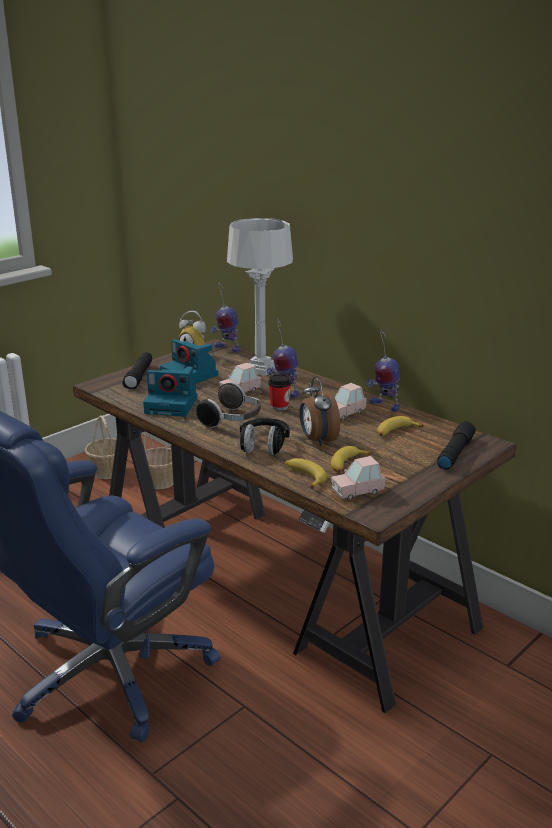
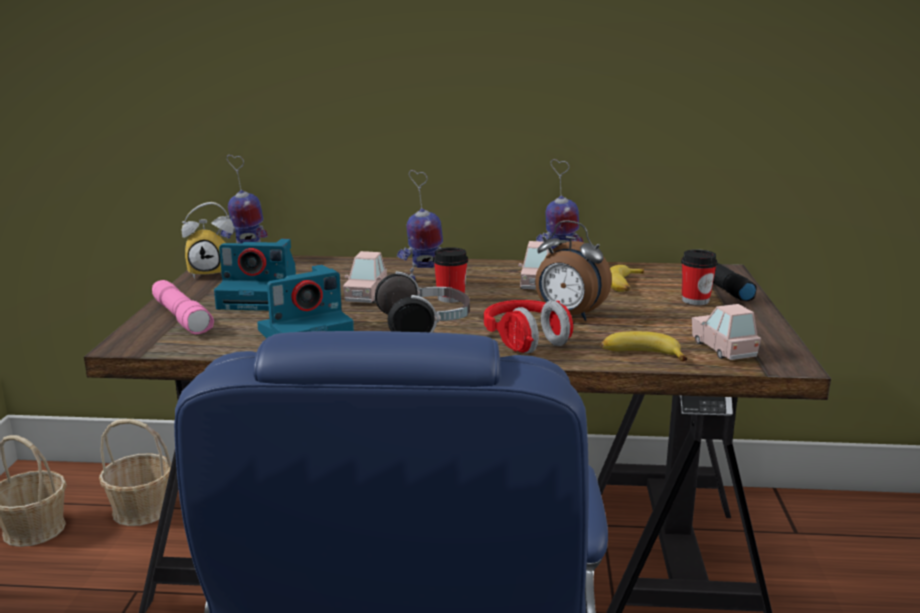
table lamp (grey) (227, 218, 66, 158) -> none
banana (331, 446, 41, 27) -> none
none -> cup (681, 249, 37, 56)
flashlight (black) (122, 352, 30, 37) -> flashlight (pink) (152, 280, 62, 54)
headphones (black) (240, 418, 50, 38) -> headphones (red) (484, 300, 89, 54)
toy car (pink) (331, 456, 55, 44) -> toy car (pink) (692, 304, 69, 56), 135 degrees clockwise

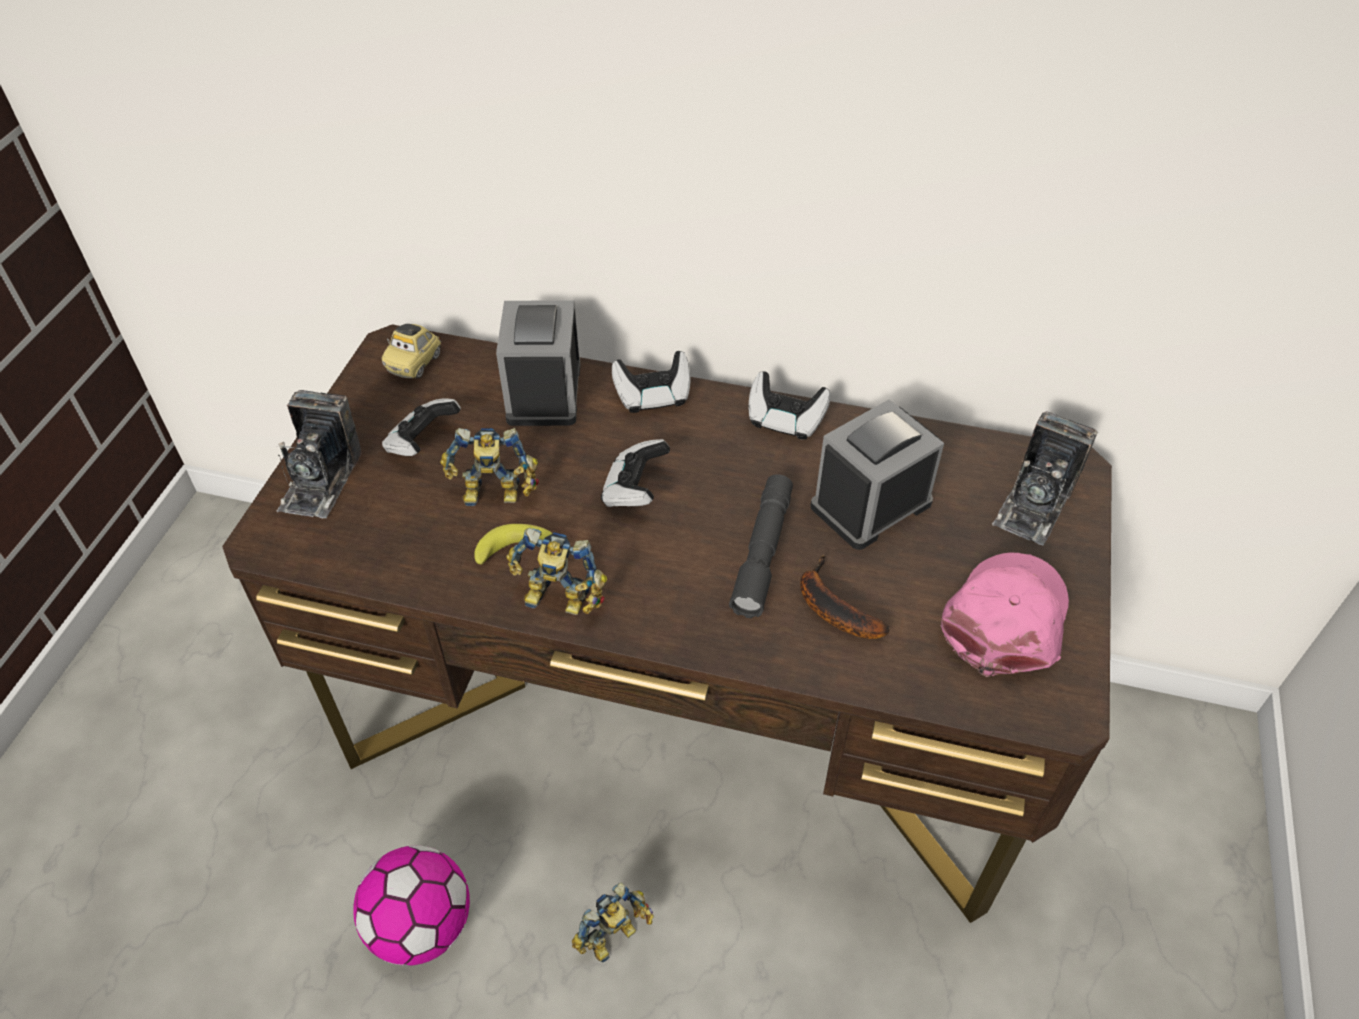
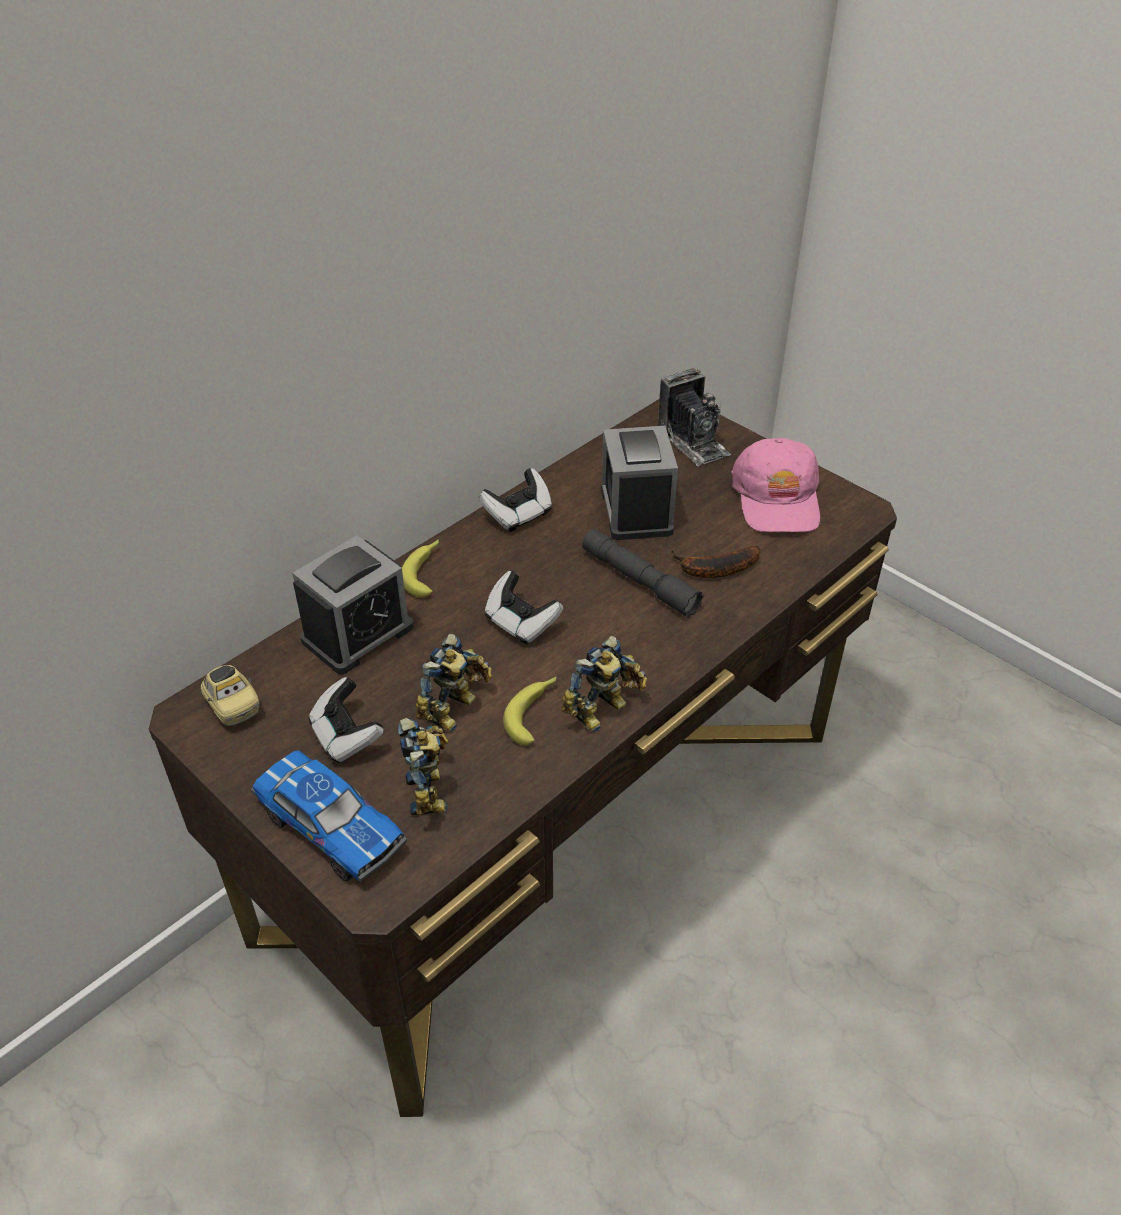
football (353, 846, 117, 120) -> none
toy robot (572, 882, 82, 81) -> toy robot (398, 718, 50, 98), shifted
photo camera (276, 390, 86, 128) -> toy car (251, 751, 156, 131)
game controller (612, 351, 79, 62) -> banana (402, 540, 37, 57)
alarm clock (496, 300, 84, 126) -> alarm clock (292, 535, 122, 139), 75 degrees counterclockwise
cap (pink) (940, 553, 129, 124) -> cap (pink) (731, 438, 89, 94), 150 degrees counterclockwise

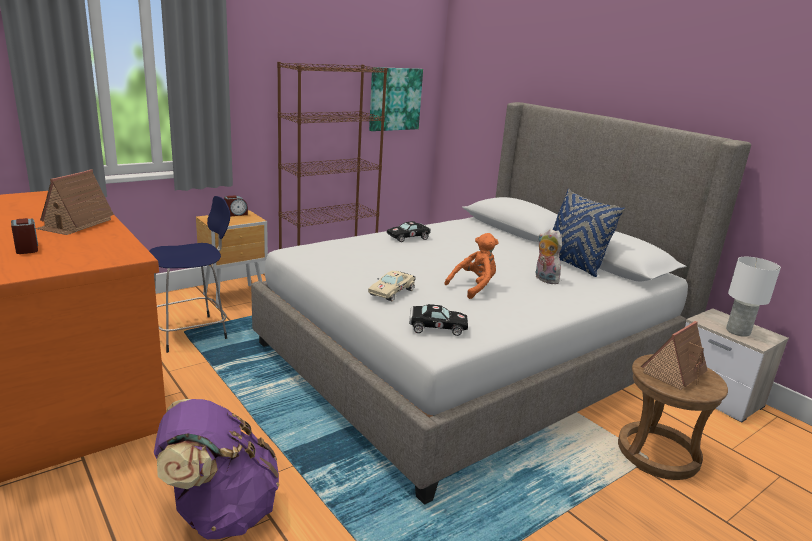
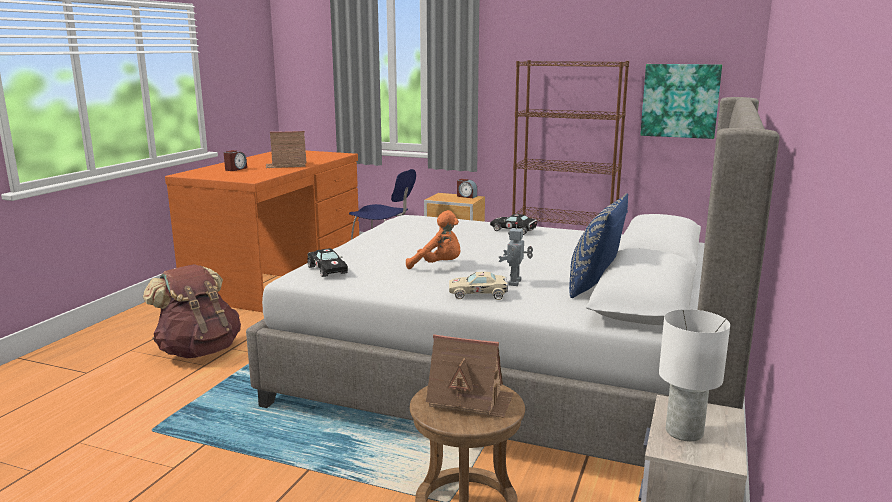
toy car (beige) (368, 271, 48, 30) -> toy car (beige) (449, 272, 59, 28), shifted
plush toy (535, 229, 27, 55) -> toy robot (498, 222, 35, 64)
backpack (purple) (154, 399, 125, 140) -> backpack (brown) (143, 264, 98, 94)

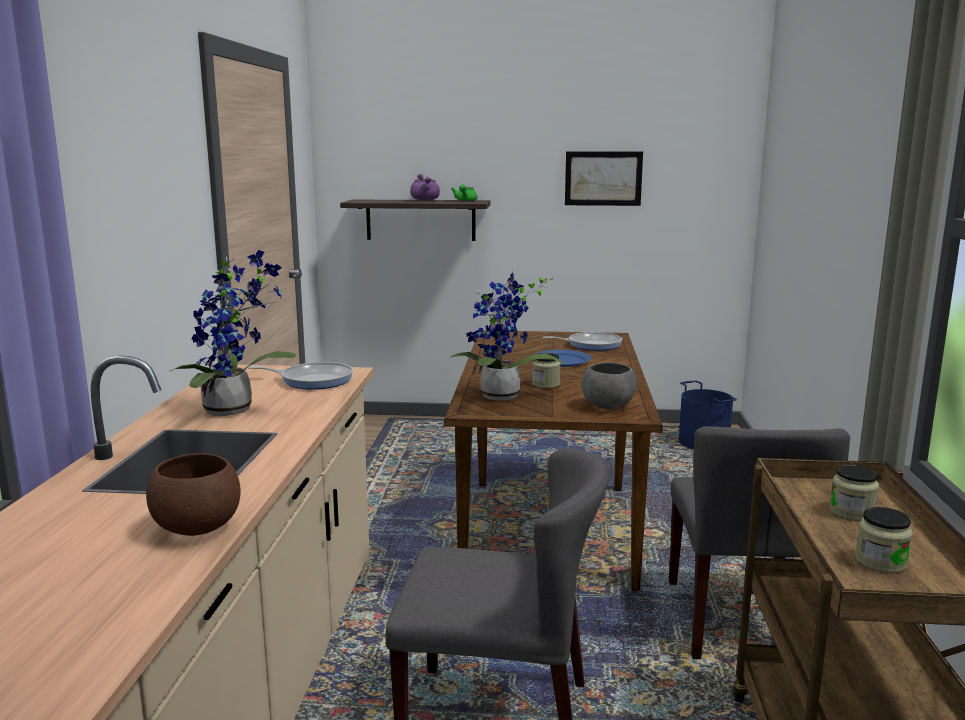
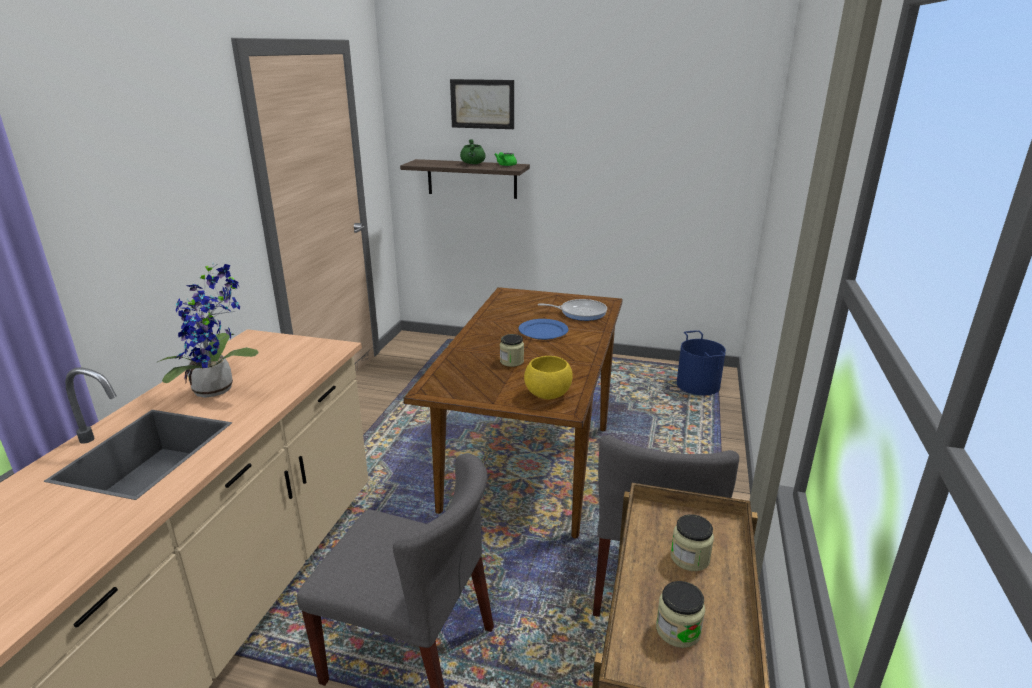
bowl (brown) (146, 453, 95, 83) -> none
frying pan (248, 362, 105, 28) -> none
potted plant (451, 272, 114, 129) -> none
picture (565, 151, 78, 55) -> picture (450, 79, 64, 50), shifted
cooking pot (purple) (410, 174, 30, 27) -> cooking pot (green) (460, 139, 26, 25)
bowl (grey) (581, 362, 56, 48) -> bowl (yellow) (524, 356, 49, 43)

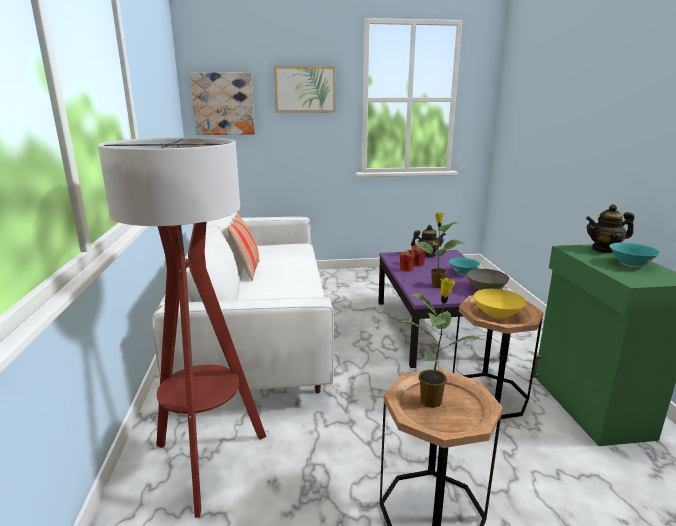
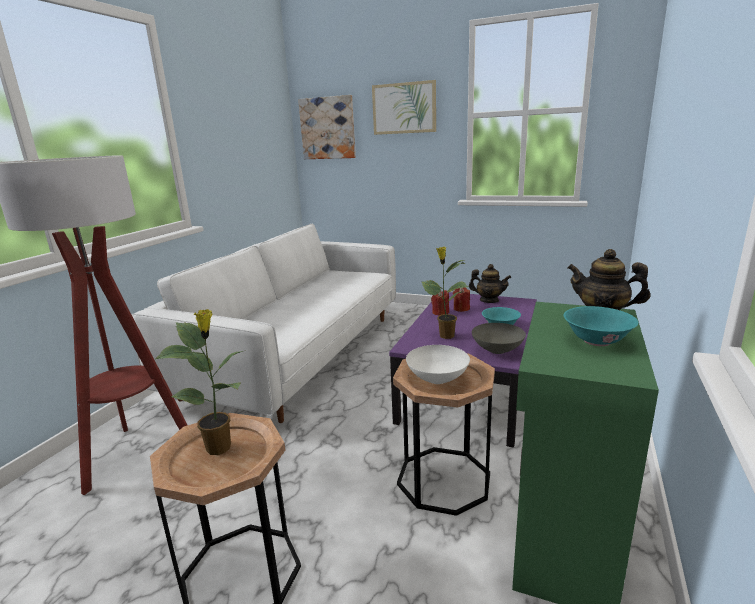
pillow (227, 212, 33, 69) -> none
bowl (yellow) (474, 289, 52, 30) -> bowl (white) (406, 345, 64, 39)

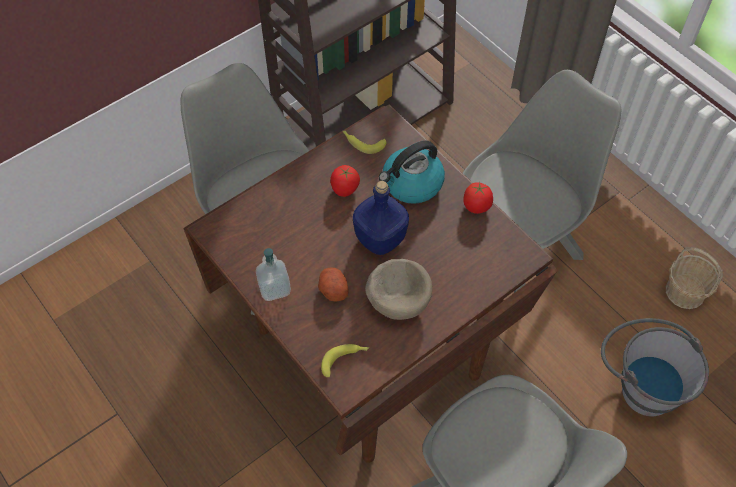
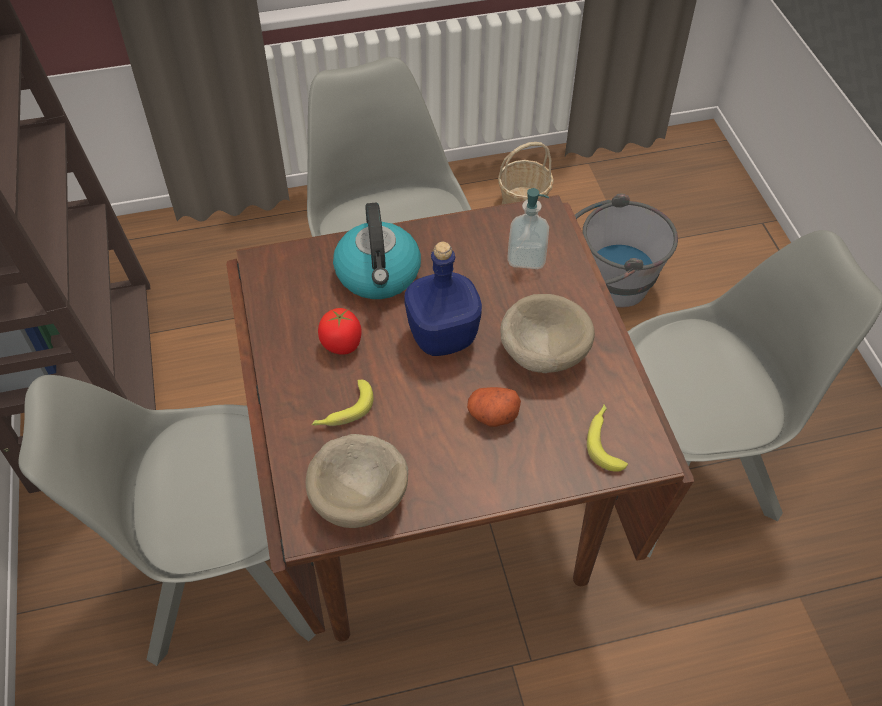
tomato (463, 182, 30, 32) -> none
none -> bowl (beige) (306, 434, 102, 94)
soap dispenser (256, 248, 35, 53) -> soap dispenser (507, 188, 42, 81), shifted
banana (343, 131, 43, 23) -> banana (312, 380, 62, 46), shifted

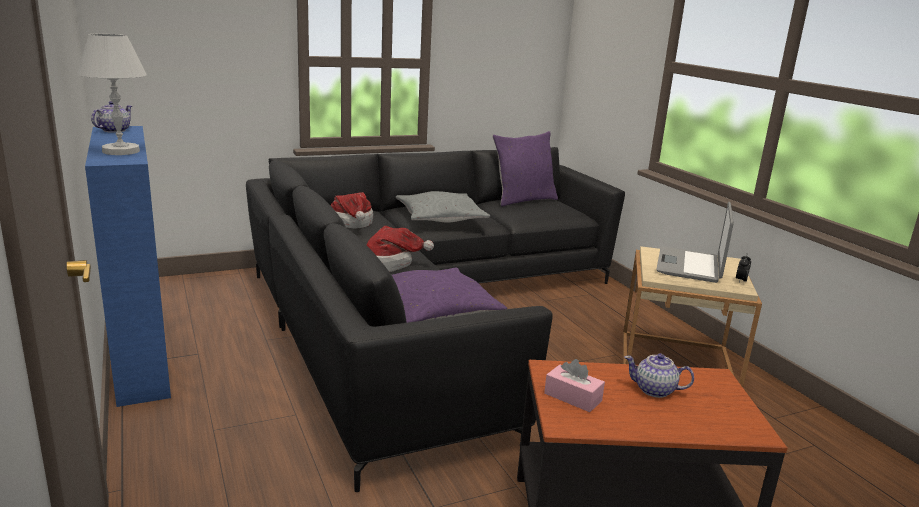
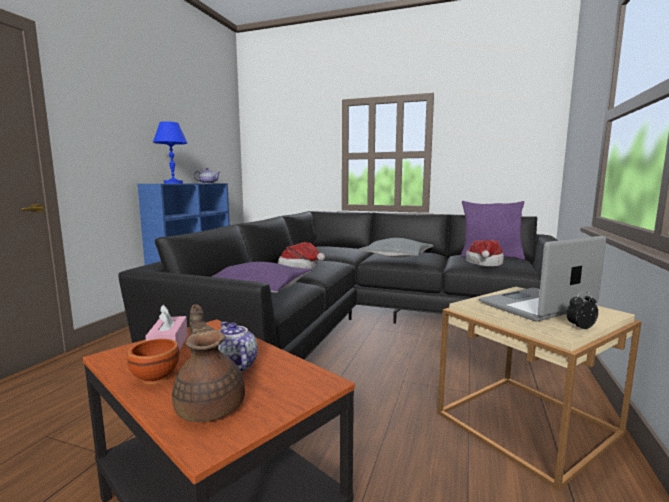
none -> bowl (brown) (127, 339, 53, 45)
none -> teapot (brown) (172, 304, 73, 118)
hat (330, 192, 43, 37) -> hat (466, 240, 38, 27), shifted
table lamp (white) (77, 34, 70, 121) -> table lamp (blue) (153, 121, 35, 62)

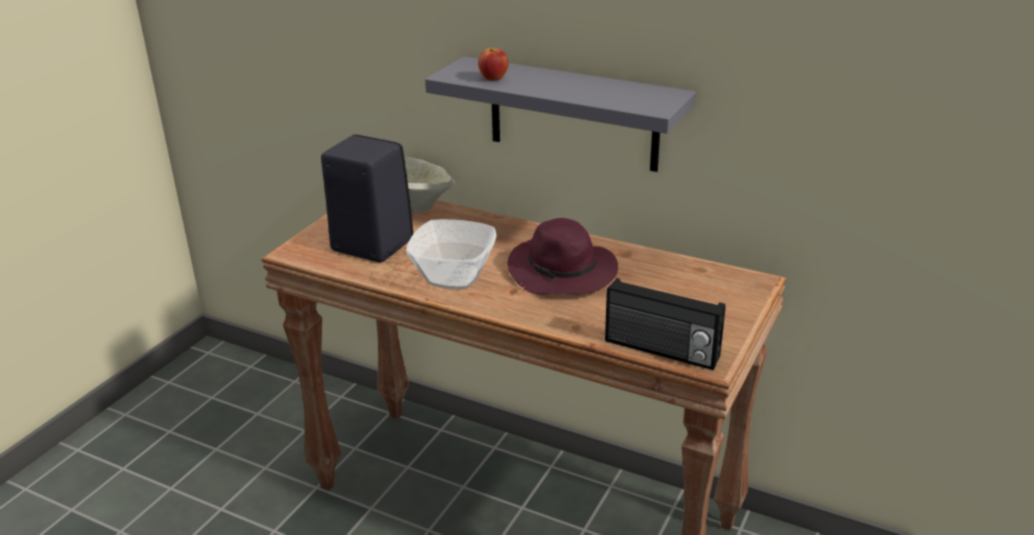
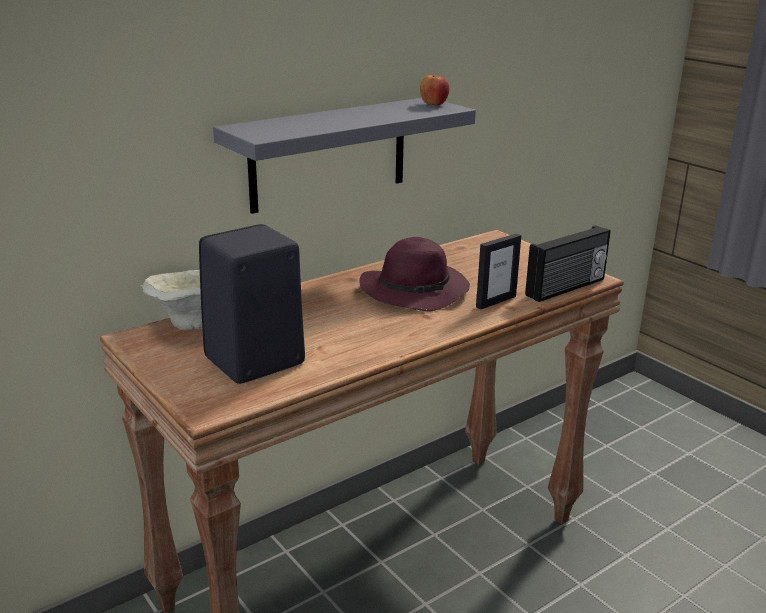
bowl (406, 219, 91, 71) -> none
none -> picture frame (476, 234, 45, 75)
apple (478, 48, 30, 33) -> apple (420, 75, 29, 30), shifted

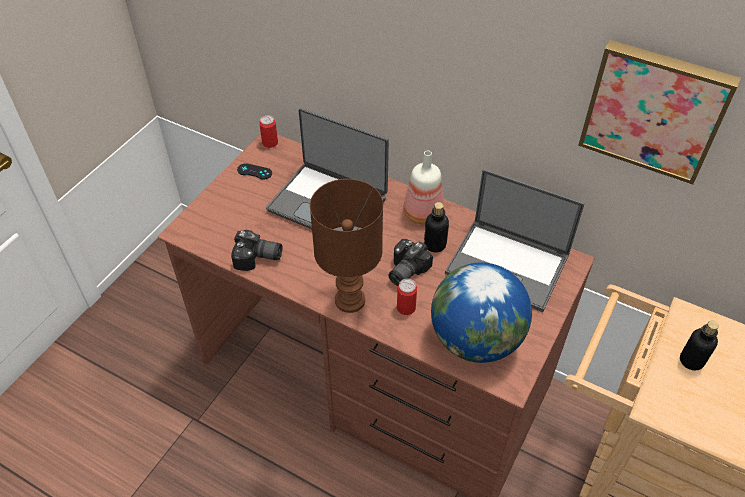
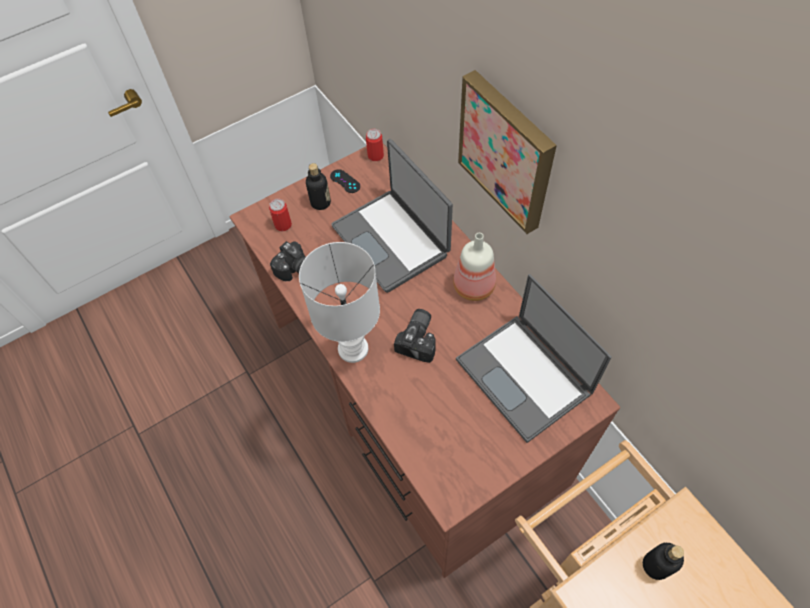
globe (431, 262, 101, 101) -> none
can (397, 279, 20, 36) -> can (269, 199, 23, 33), shifted
bottle (424, 202, 25, 51) -> bottle (306, 163, 25, 47), shifted
picture (578, 40, 163, 145) -> picture (458, 70, 99, 164), shifted
table lamp (brown) (310, 179, 73, 134) -> table lamp (white) (299, 242, 81, 121)
photo camera (389, 239, 44, 47) -> photo camera (394, 309, 42, 54), 135 degrees clockwise

